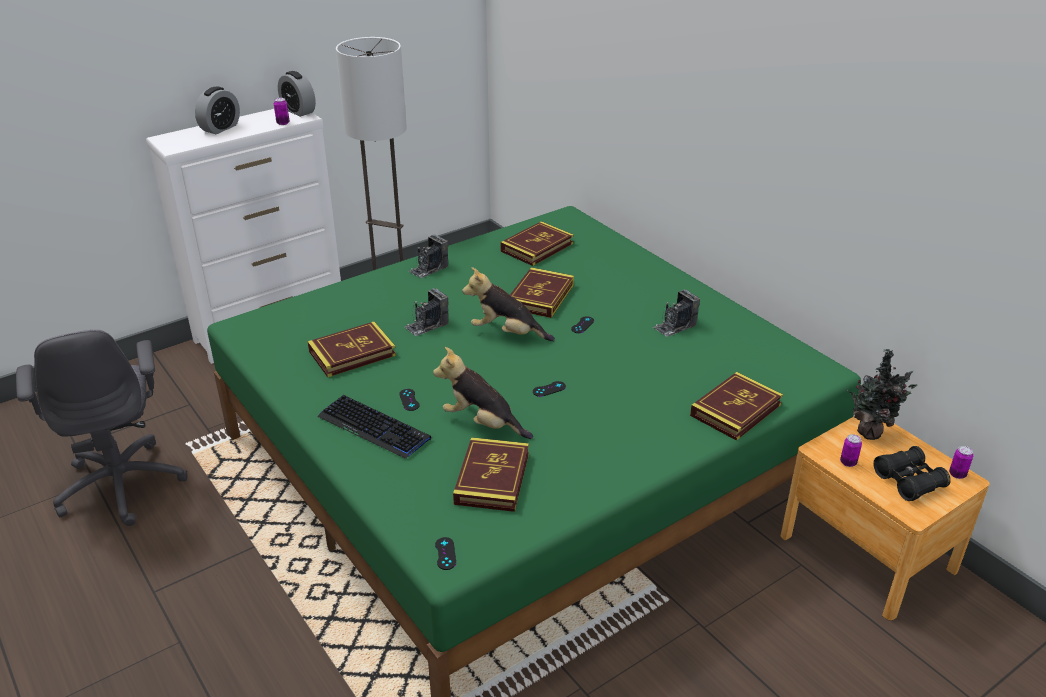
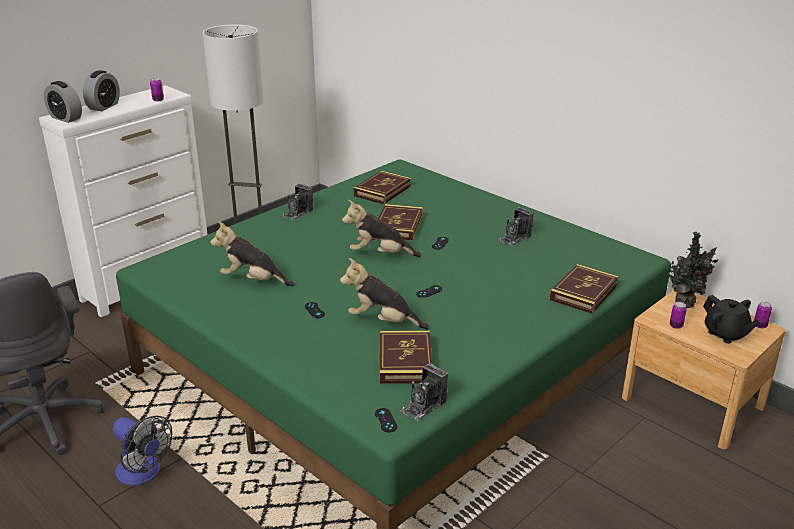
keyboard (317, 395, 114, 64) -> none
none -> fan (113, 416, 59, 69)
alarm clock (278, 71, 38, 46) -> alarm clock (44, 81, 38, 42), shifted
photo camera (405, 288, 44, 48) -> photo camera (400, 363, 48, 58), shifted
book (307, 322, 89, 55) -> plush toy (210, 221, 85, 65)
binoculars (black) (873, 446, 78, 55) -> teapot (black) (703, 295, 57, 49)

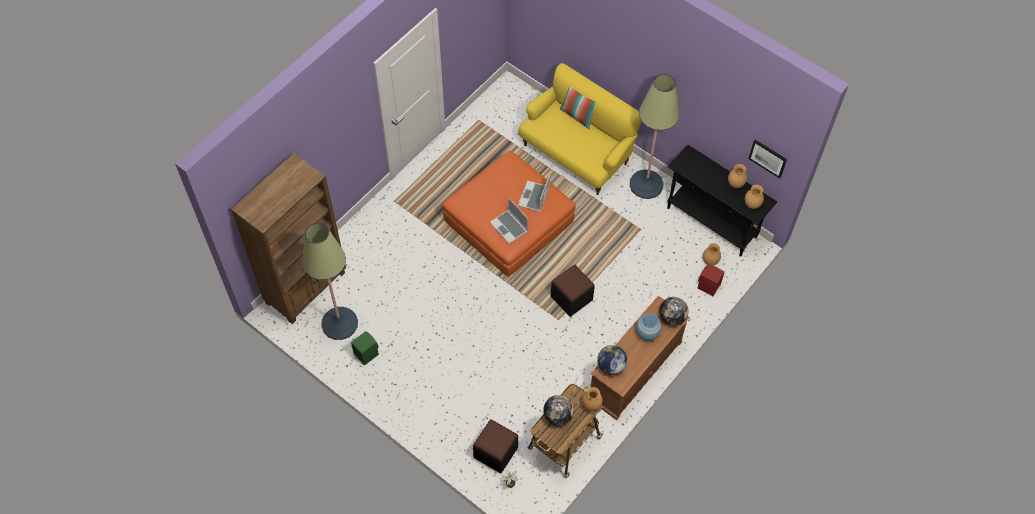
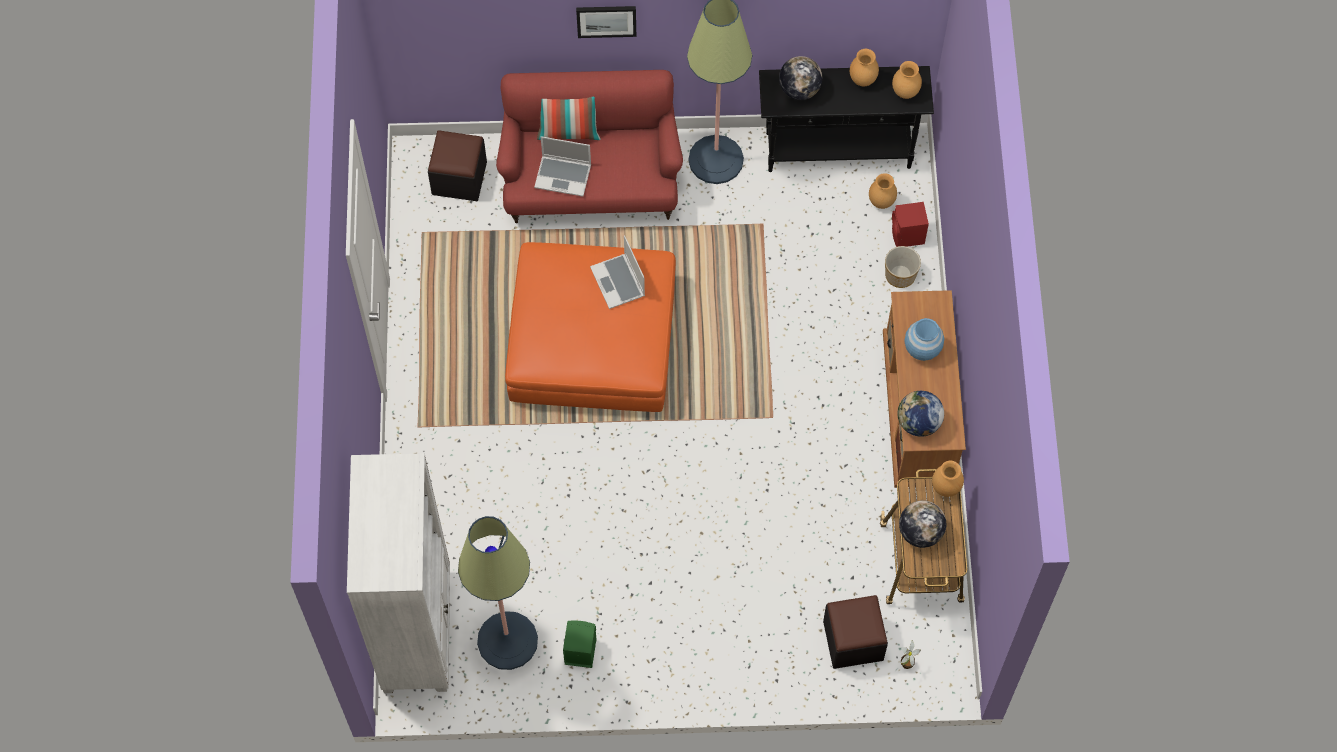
none -> planter (885, 246, 36, 42)
laptop (490, 197, 38, 47) -> laptop (534, 136, 57, 61), shifted
ottoman (black) (551, 265, 44, 52) -> ottoman (black) (428, 130, 59, 71), shifted
globe (659, 297, 29, 29) -> globe (779, 56, 43, 44), shifted
picture (749, 140, 38, 39) -> picture (576, 6, 60, 32), shifted
bookcase (brown) (231, 153, 115, 171) -> bookcase (white) (347, 453, 103, 240)
sofa (yellow) (518, 63, 123, 132) -> sofa (red) (496, 70, 187, 153)

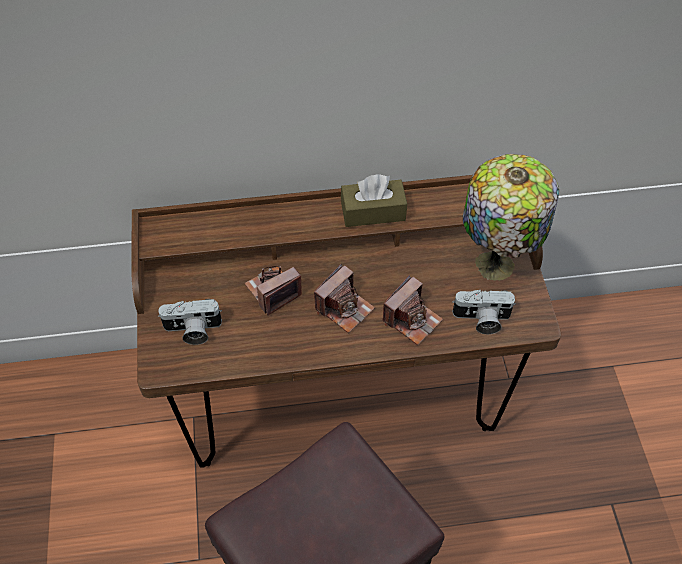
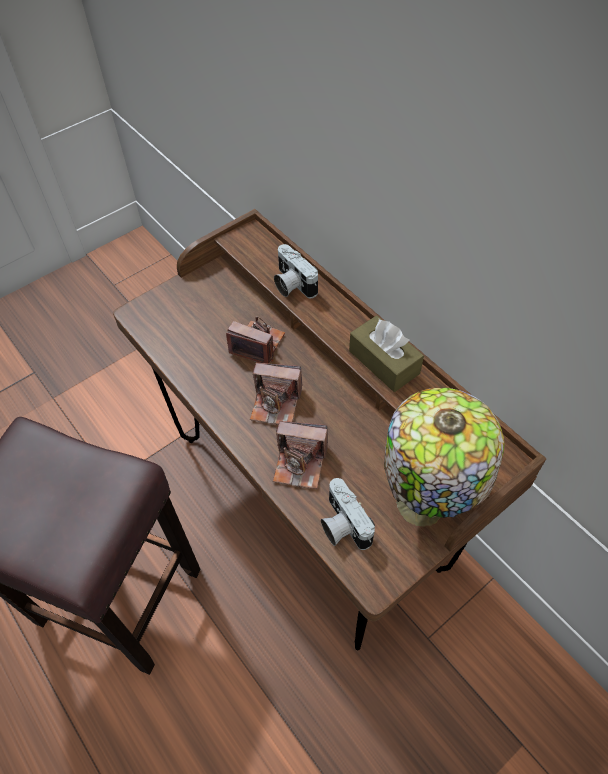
photo camera (158, 299, 64, 46) -> photo camera (274, 244, 44, 54), shifted

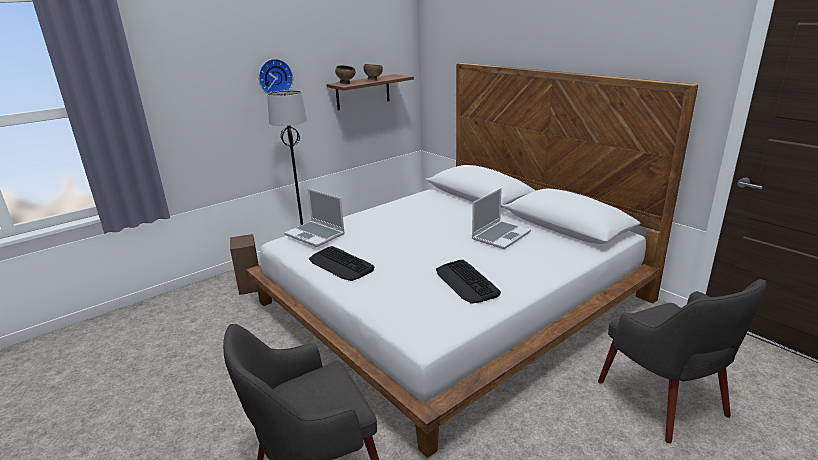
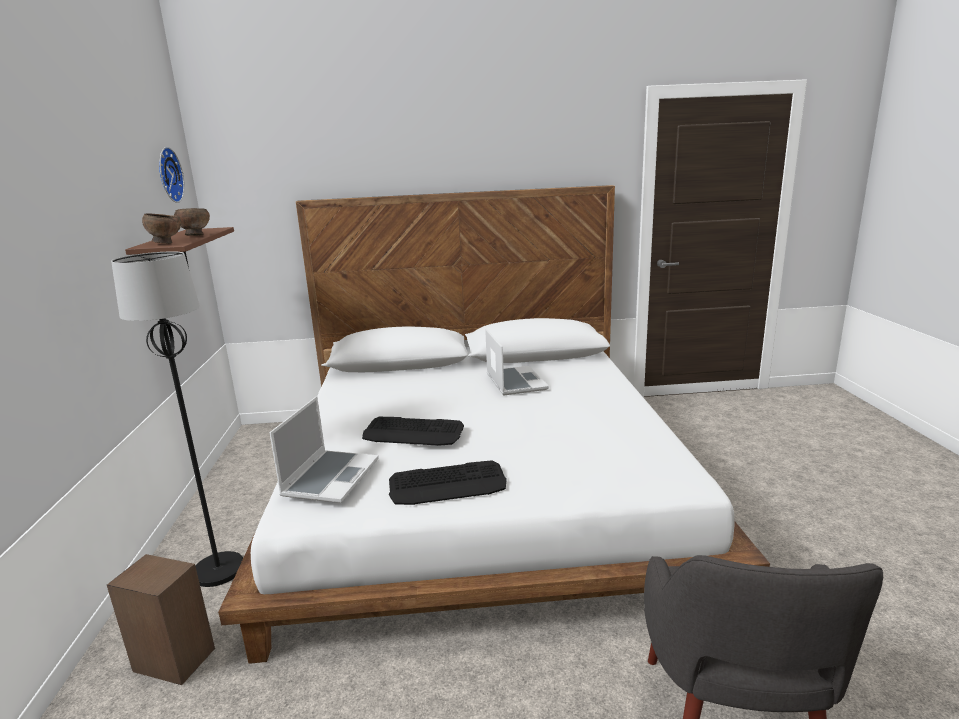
armchair (grey) (598, 279, 169, 164) -> none
wall clock (258, 59, 35, 35) -> wall clock (159, 147, 26, 56), shifted
keyboard (436, 260, 65, 44) -> keyboard (362, 417, 102, 29), shifted
laptop (284, 189, 61, 58) -> laptop (269, 396, 110, 107), 60 degrees counterclockwise

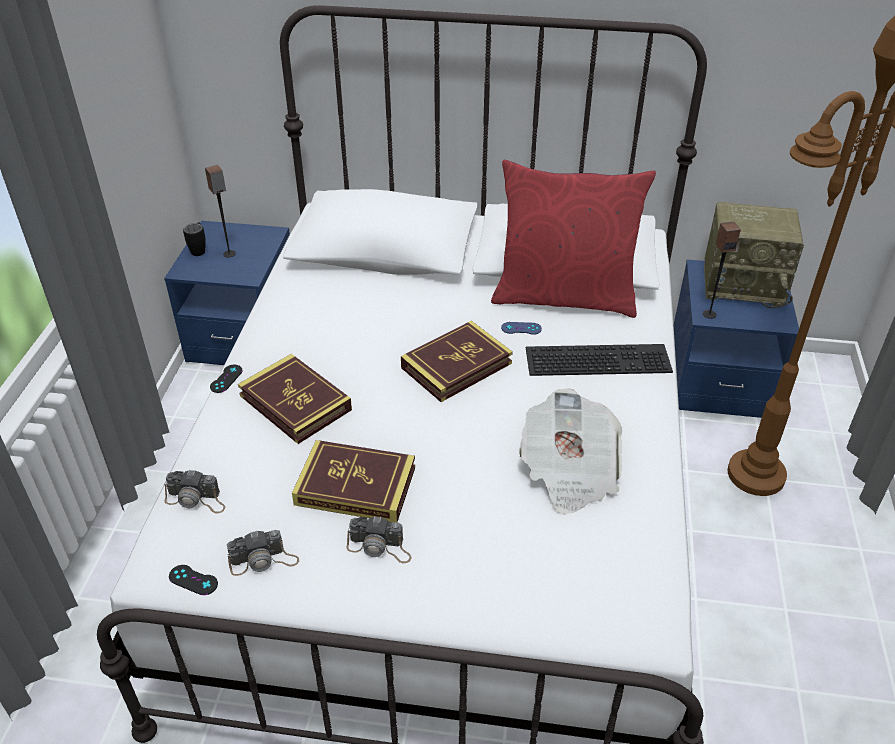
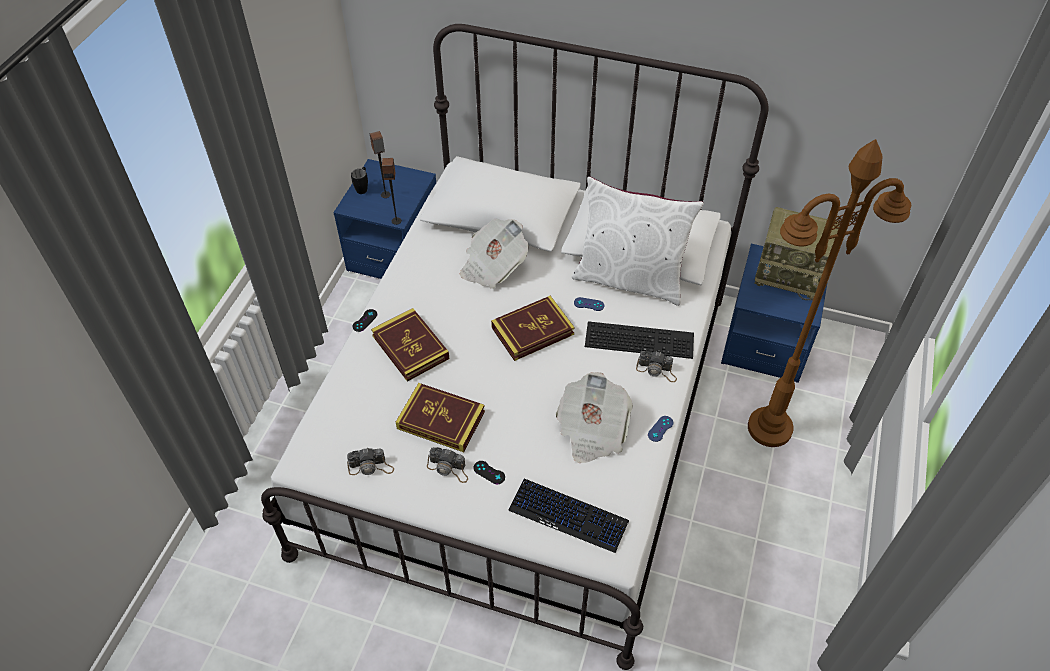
none -> newspaper (460, 218, 69, 71)
none -> keyboard (508, 479, 121, 74)
none -> game controller (blue) (648, 416, 25, 26)
photo camera (164, 469, 61, 44) -> photo camera (636, 351, 41, 31), shifted
game controller (black) (169, 565, 49, 30) -> game controller (black) (474, 461, 31, 23), shifted
speaker (703, 221, 38, 98) -> speaker (382, 158, 20, 67), shifted
pillow (red) (491, 160, 165, 158) -> pillow (white) (572, 176, 132, 130)

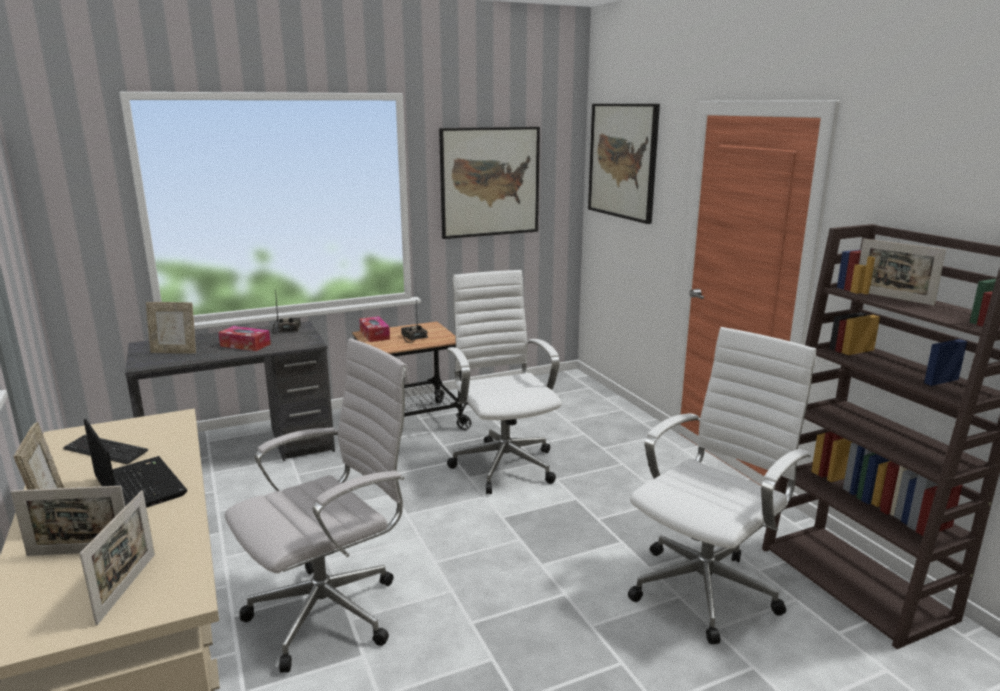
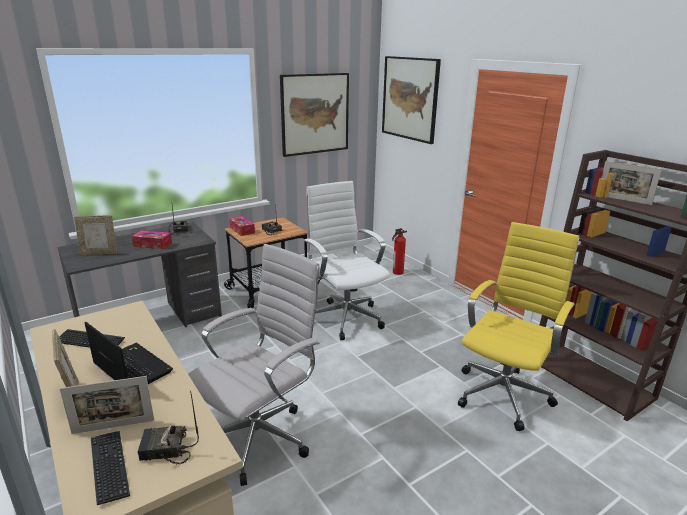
none -> keyboard (91, 431, 39, 74)
none -> fire extinguisher (392, 228, 15, 47)
picture frame (79, 490, 76, 135) -> radio (138, 391, 61, 74)
office chair (white) (628, 327, 188, 318) -> office chair (yellow) (458, 222, 122, 209)

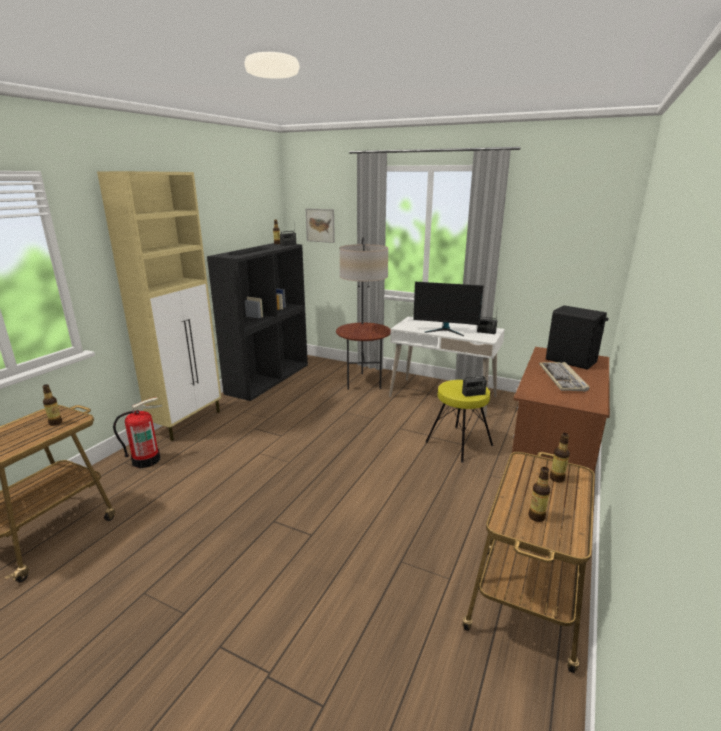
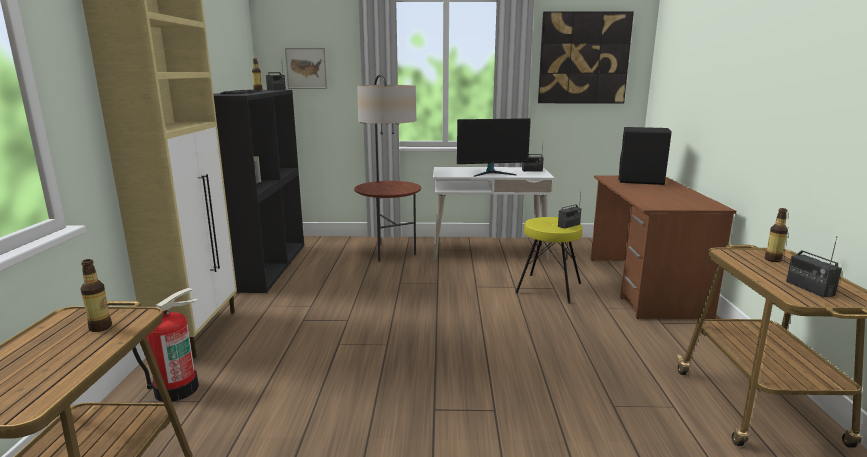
keyboard (539, 362, 51, 29) -> none
none -> picture (538, 11, 96, 92)
bottle (528, 467, 22, 55) -> radio (786, 236, 56, 62)

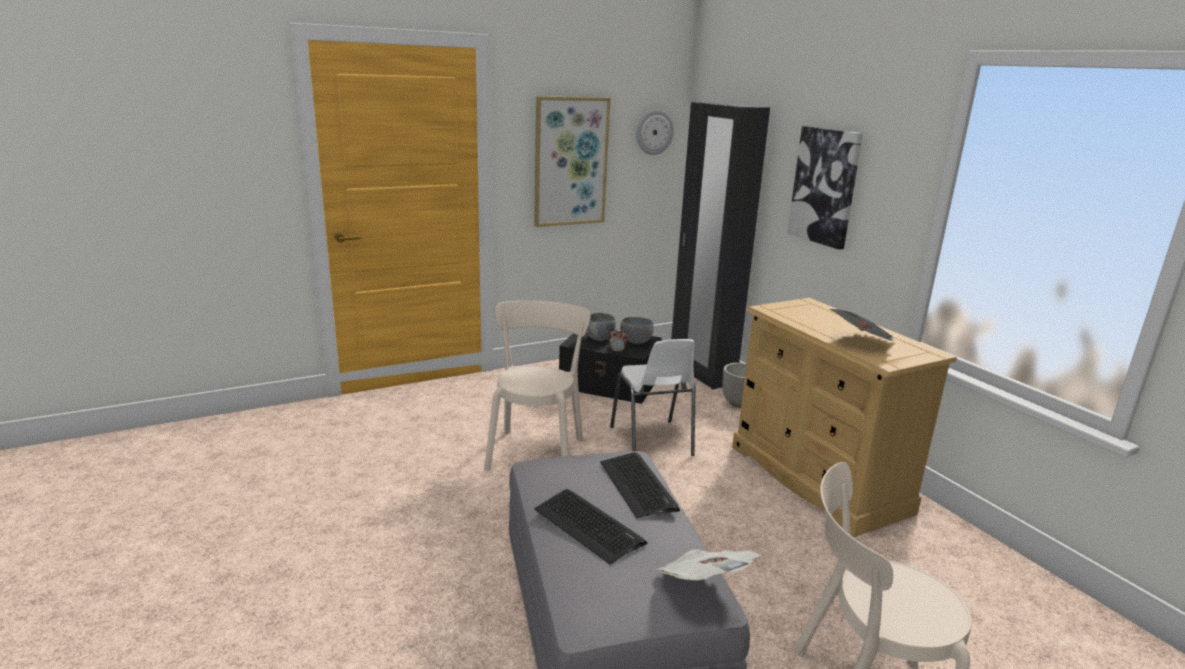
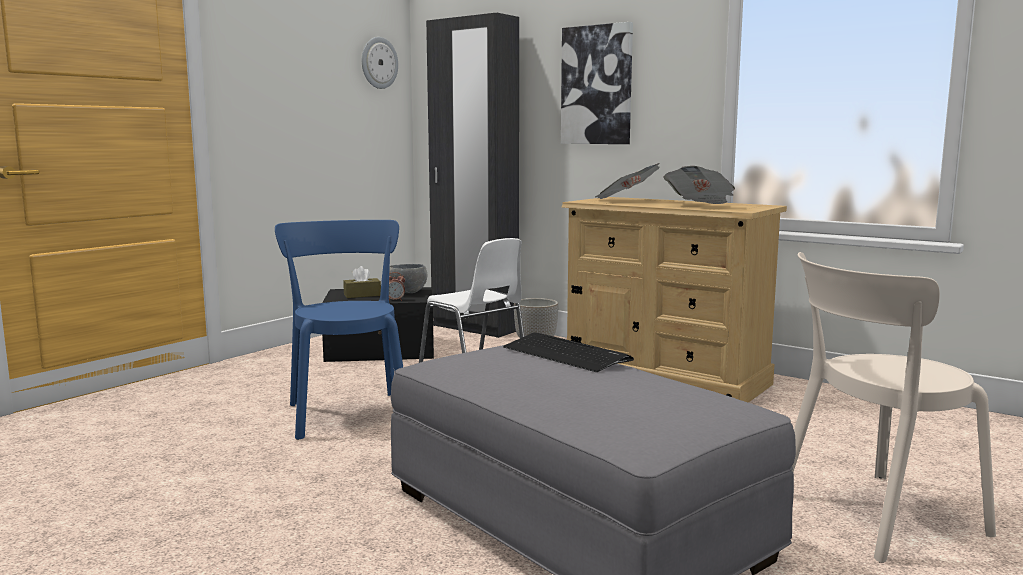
picture (534, 96, 77, 131) -> none
keyboard (534, 489, 113, 76) -> none
newspaper (657, 549, 105, 31) -> newspaper (595, 163, 65, 36), shifted
bowl (grey) (586, 313, 30, 28) -> tissue box (brown) (343, 266, 38, 32)
chair (beige) (484, 301, 107, 170) -> chair (blue) (275, 220, 128, 220)

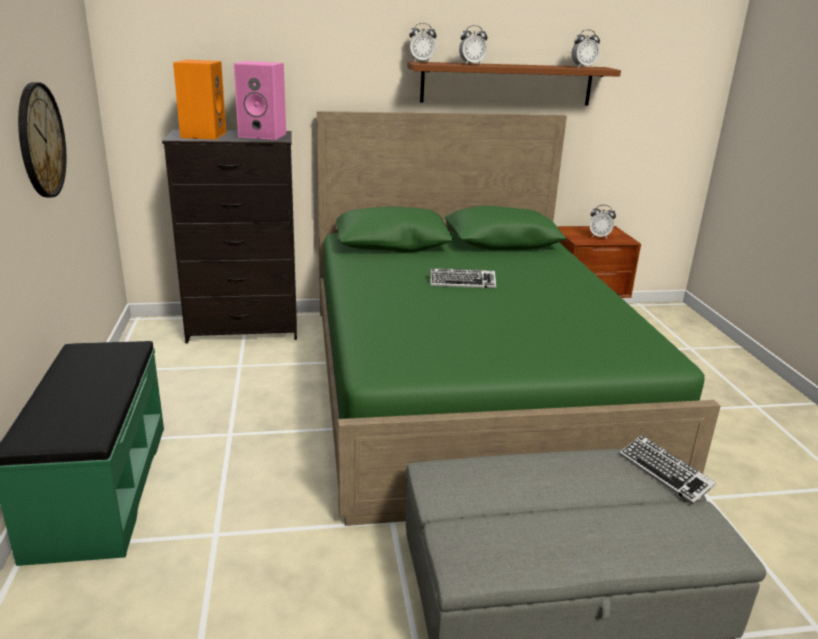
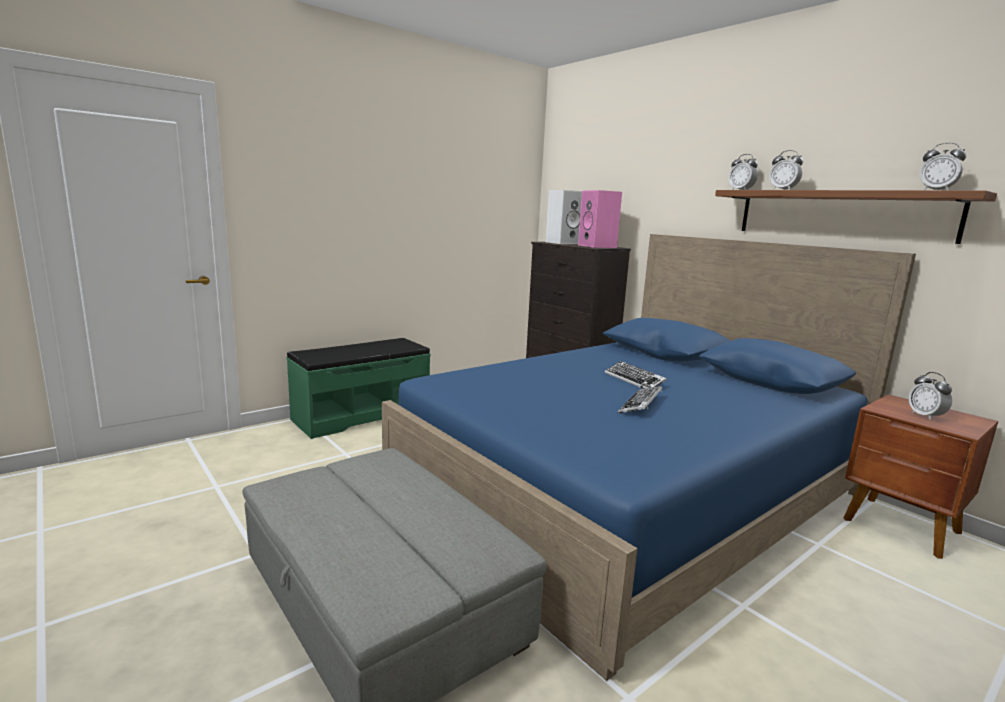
wall clock (18, 82, 48, 115) -> none
keyboard (619, 435, 97, 70) -> keyboard (618, 386, 44, 27), shifted
speaker (orange) (173, 60, 53, 80) -> speaker (white) (546, 190, 36, 54)
bed (green) (317, 111, 404, 415) -> bed (blue) (382, 234, 534, 447)

